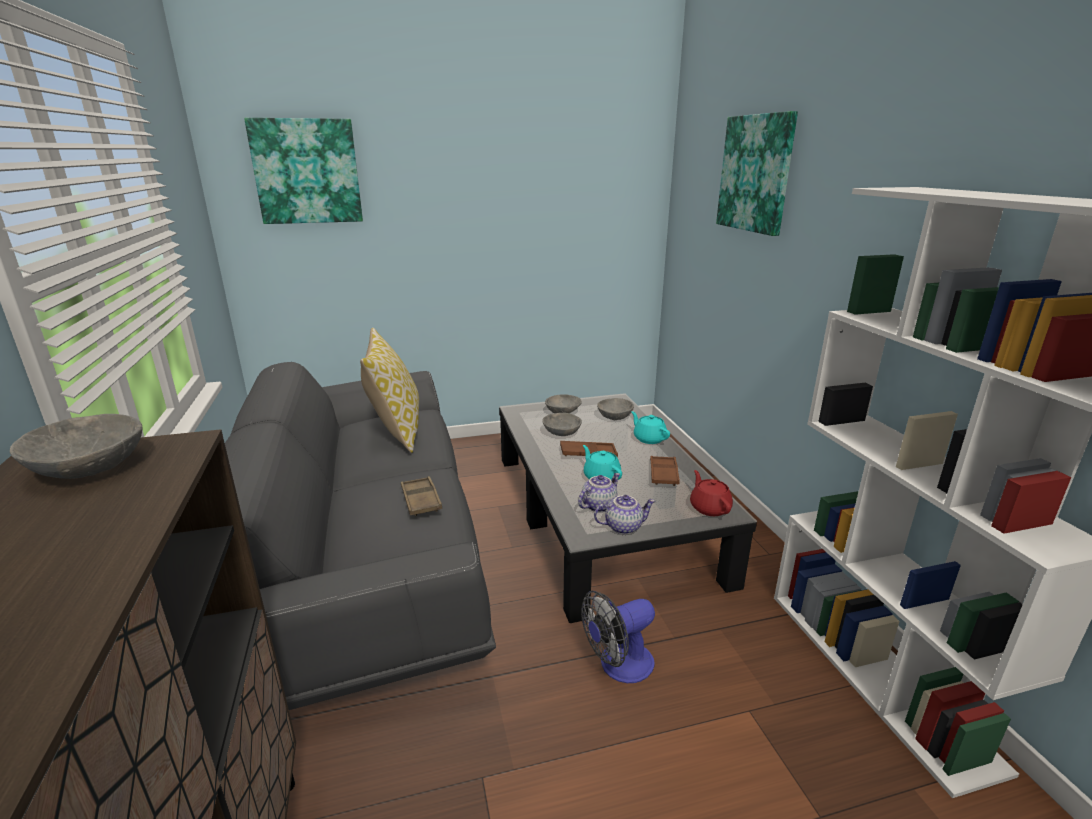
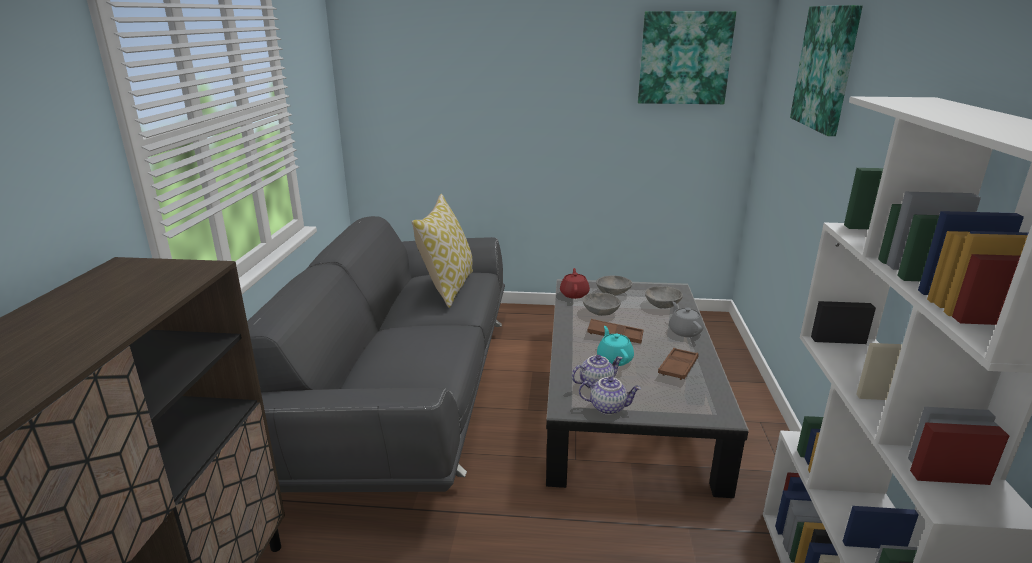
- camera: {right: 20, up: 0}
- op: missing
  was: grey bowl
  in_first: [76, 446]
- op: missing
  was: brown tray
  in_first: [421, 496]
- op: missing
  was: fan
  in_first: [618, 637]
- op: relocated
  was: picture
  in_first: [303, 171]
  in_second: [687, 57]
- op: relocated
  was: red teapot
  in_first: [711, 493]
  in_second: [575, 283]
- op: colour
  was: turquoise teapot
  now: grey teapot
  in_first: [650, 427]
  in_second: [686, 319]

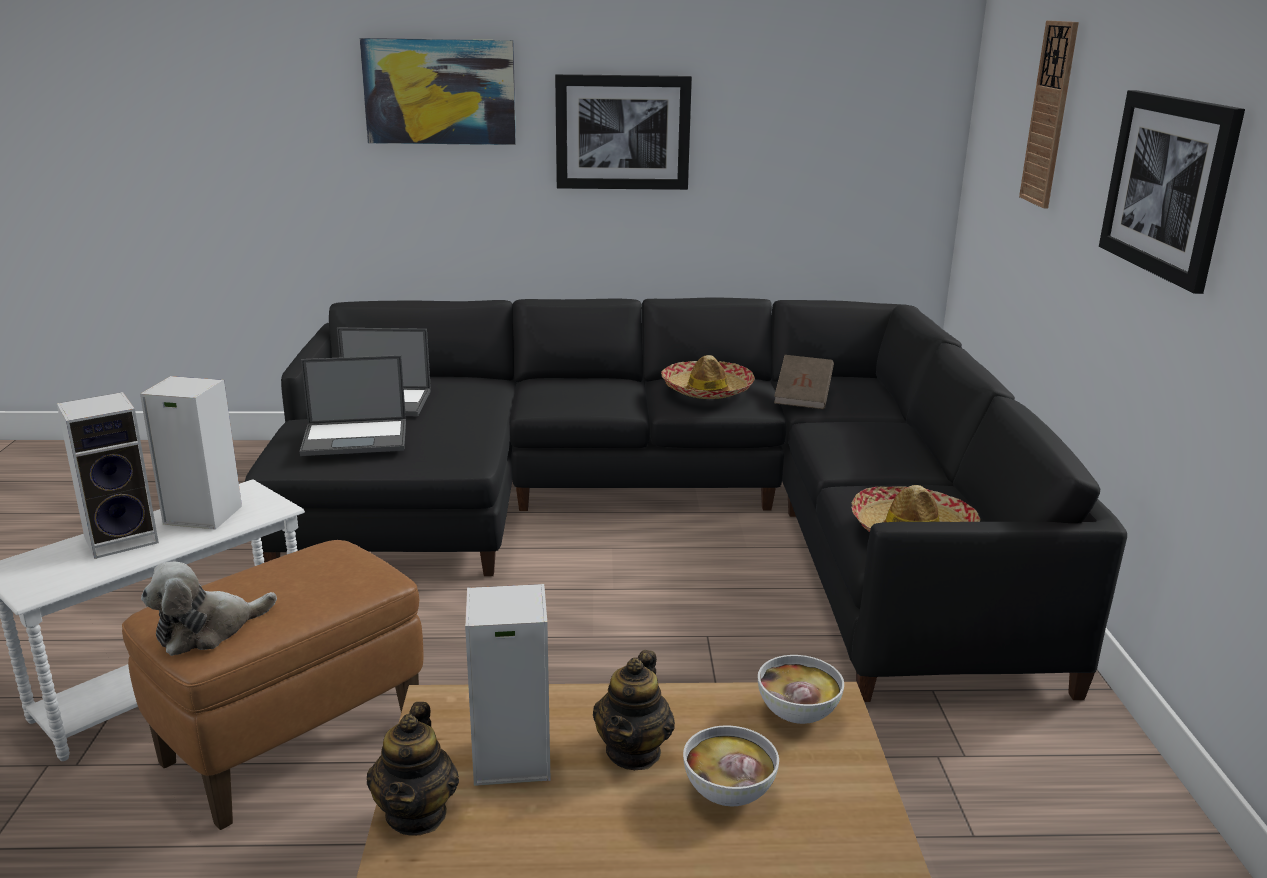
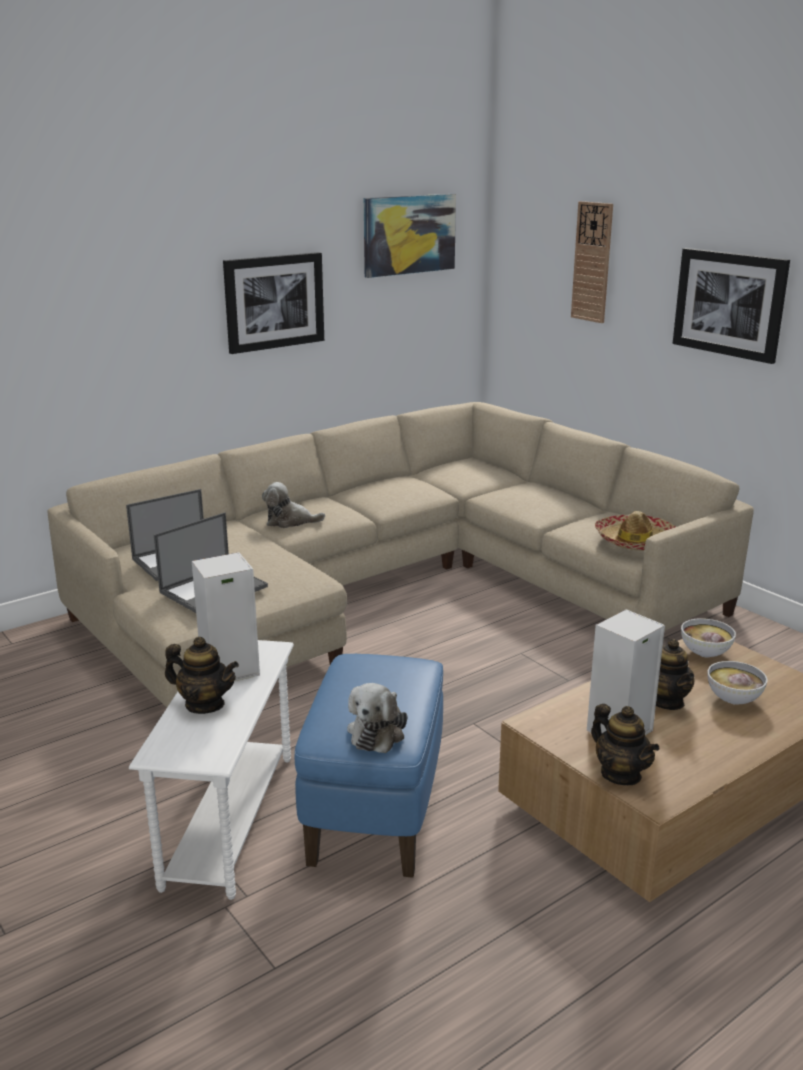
- camera: {right: -35, up: 0}
- op: missing
  was: hat
  in_first: [707, 377]
- op: missing
  was: brown book
  in_first: [804, 382]
- op: appeared
  now: plush toy
  in_second: [293, 505]
- op: relocated
  was: picture
  in_first: [438, 91]
  in_second: [410, 236]
- op: exchanged
  was: speaker
  now: teapot
  in_first: [108, 475]
  in_second: [202, 675]
- op: colour
  was: brown ottoman
  now: blue ottoman
  in_first: [272, 685]
  in_second: [368, 766]
- op: colour
  was: black sofa
  now: beige sofa
  in_first: [686, 500]
  in_second: [401, 554]

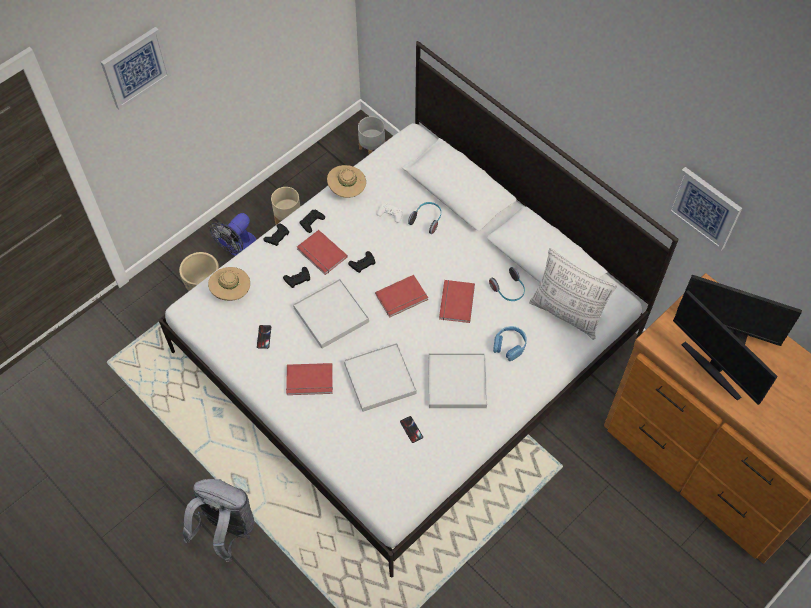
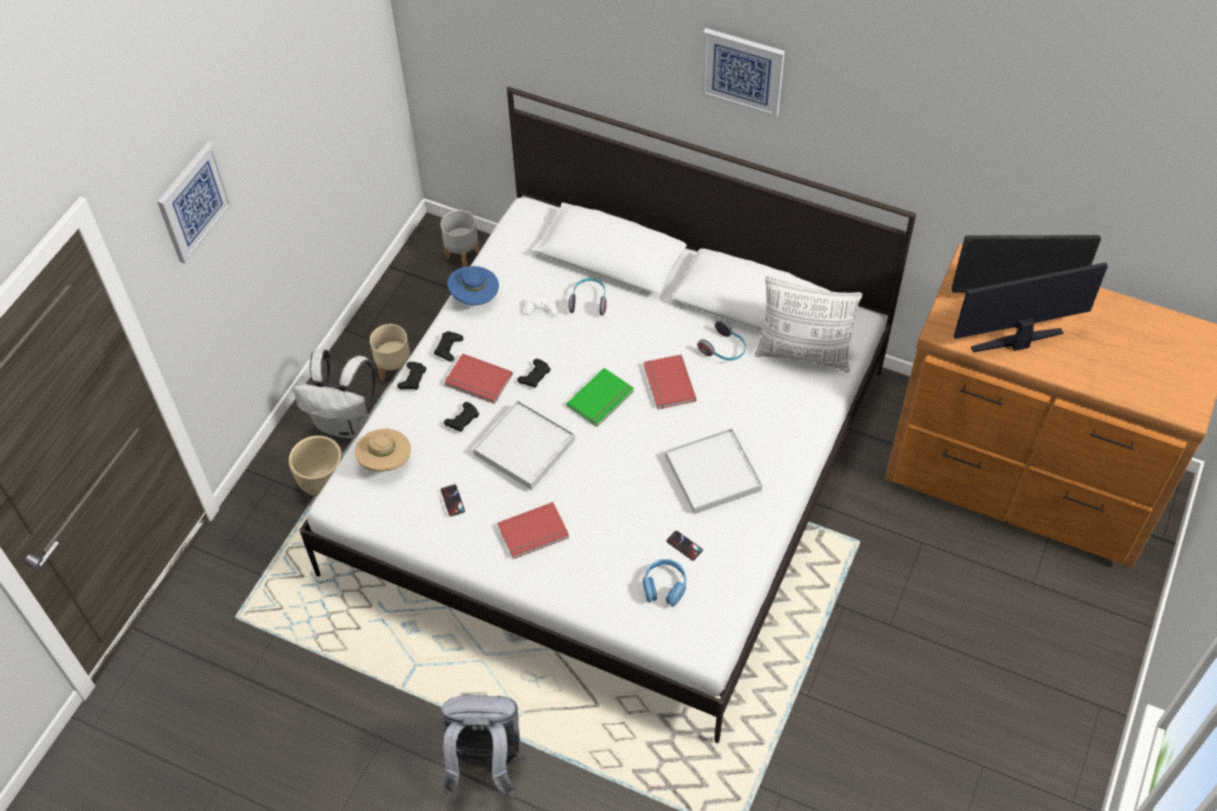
- camera: {right: -20, up: -5}
- op: missing
  was: white tray
  in_first: [380, 377]
- op: relocated
  was: blue headphones
  in_first: [510, 343]
  in_second: [664, 583]
- op: relocated
  was: picture
  in_first: [704, 209]
  in_second: [742, 73]
- op: exchanged
  was: fan
  now: white backpack
  in_first: [233, 234]
  in_second: [334, 394]
- op: colour
  was: beige hat
  now: blue hat
  in_first: [346, 181]
  in_second: [473, 285]
- op: colour
  was: red book
  now: green book
  in_first: [401, 296]
  in_second: [600, 397]
- op: spun
  was: monitor
  in_first: [725, 347]
  in_second: [1031, 307]
  clockwise: 135

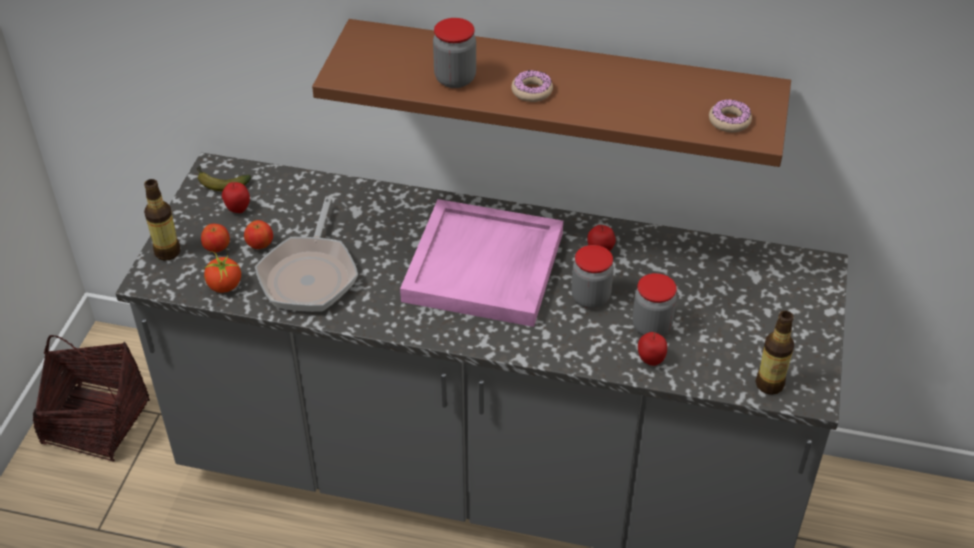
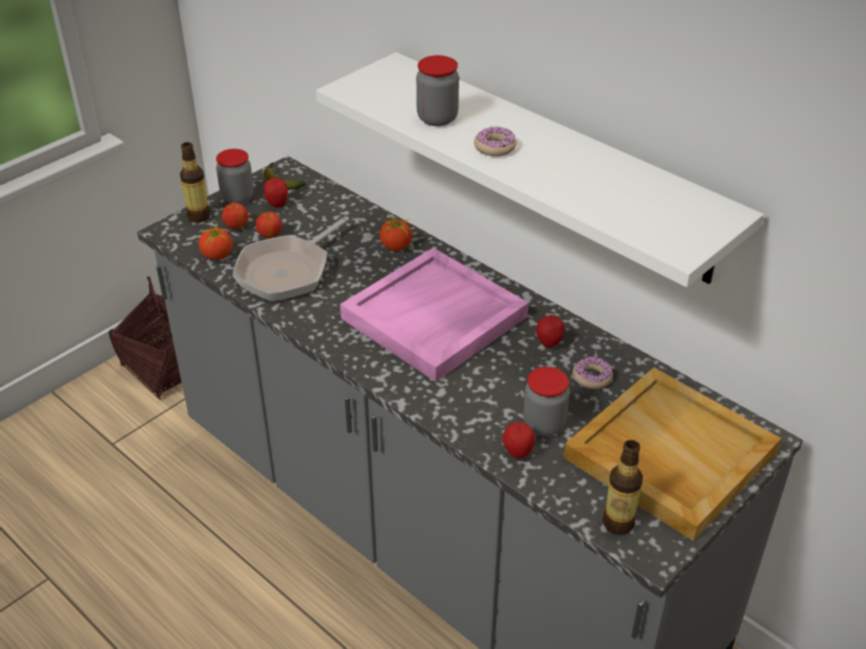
- camera: {right: 30, up: -5}
- op: appeared
  now: tomato
  in_second: [395, 231]
- op: appeared
  now: beige tray
  in_second: [673, 454]
- op: relocated
  was: jar
  in_first: [592, 277]
  in_second: [235, 176]
- op: relocated
  was: donut
  in_first: [730, 116]
  in_second: [593, 372]
- op: colour
  was: brown shelf
  now: white shelf
  in_first: [551, 93]
  in_second: [540, 169]

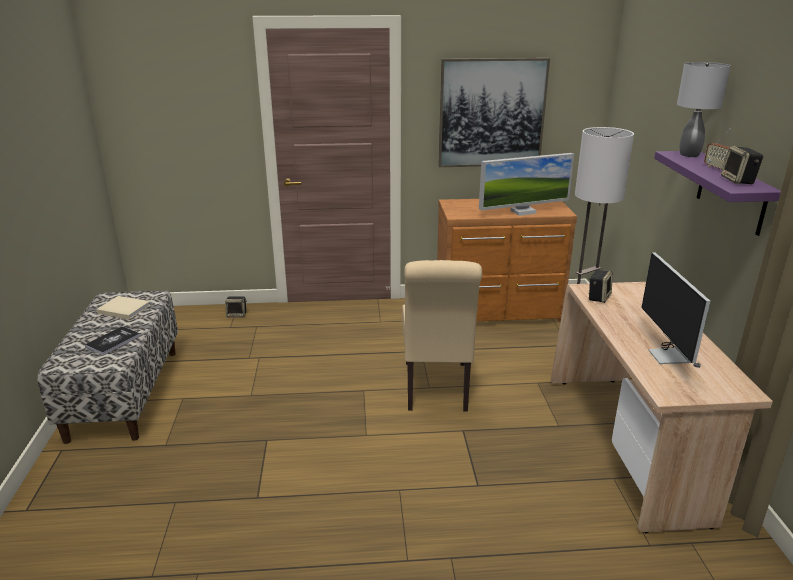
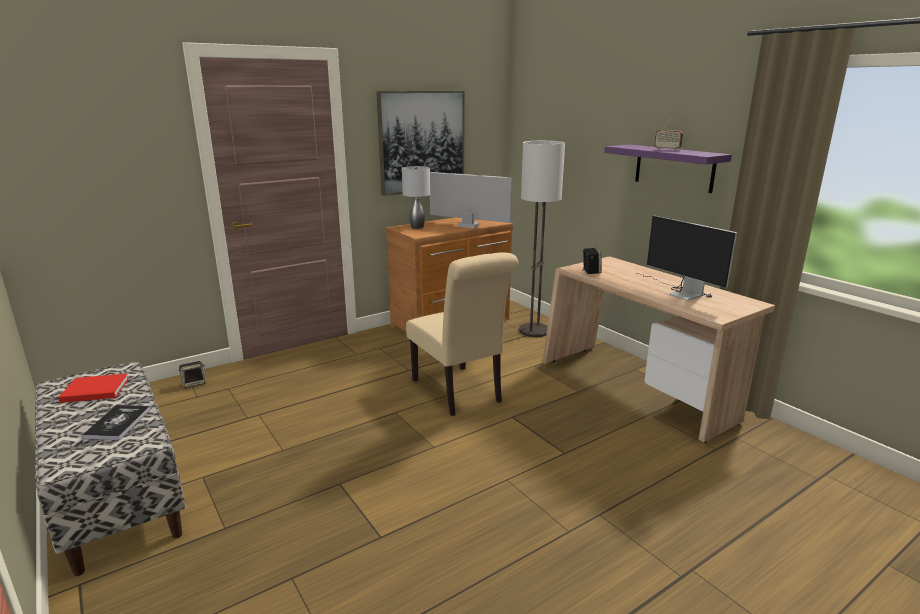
- camera: {right: -30, up: -5}
- op: missing
  was: speaker
  in_first: [742, 165]
- op: relocated
  was: grey table lamp
  in_first: [704, 109]
  in_second: [416, 197]
- op: colour
  was: beige book
  now: red book
  in_first: [123, 308]
  in_second: [93, 388]
- op: spun
  was: monitor
  in_first: [526, 184]
  in_second: [471, 200]
  clockwise: -105

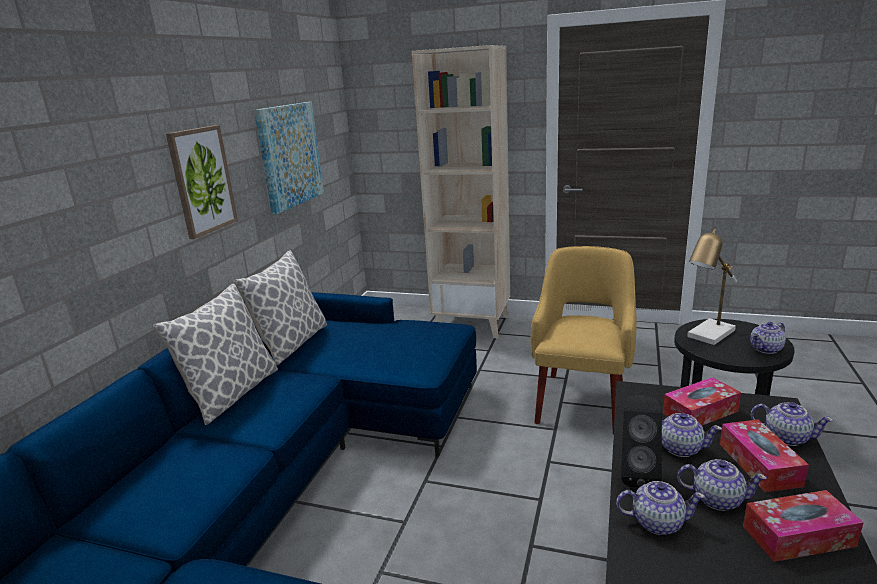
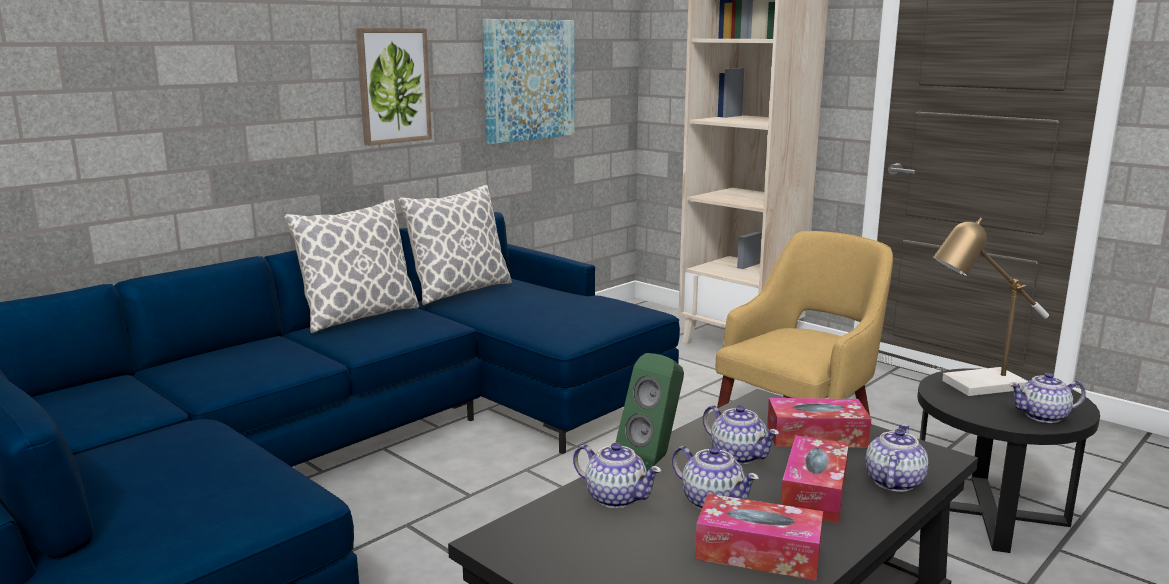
- camera: {right: 25, up: -5}
- op: colour
  was: black speaker
  now: green speaker
  in_first: [641, 441]
  in_second: [649, 412]
- op: spun
  was: teapot
  in_first: [792, 424]
  in_second: [896, 458]
  clockwise: -120

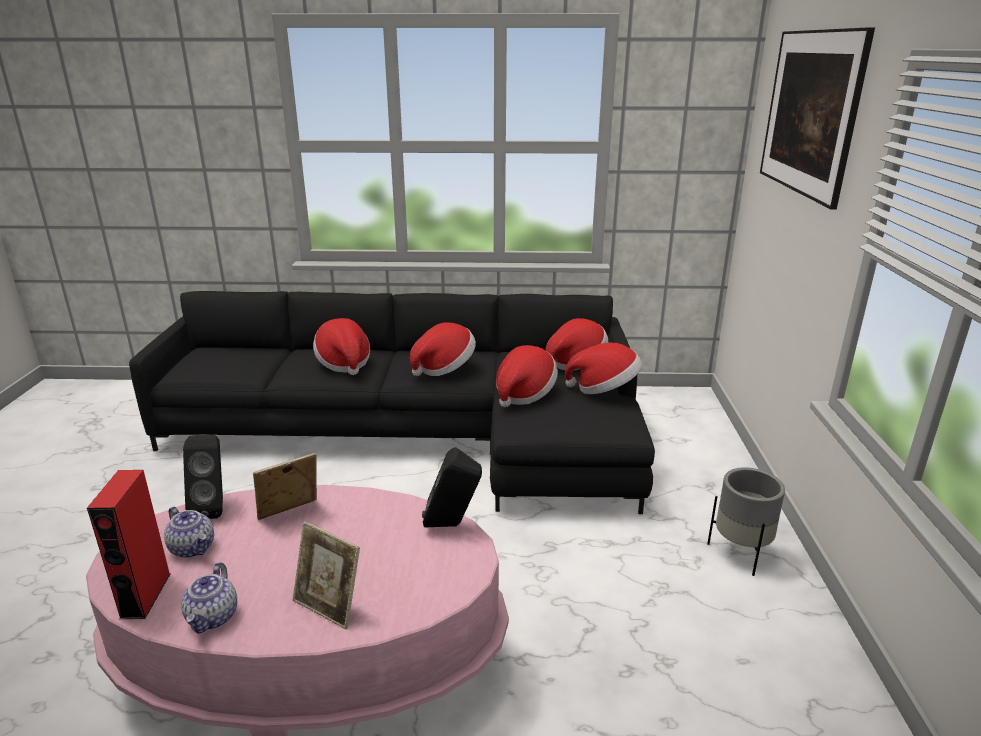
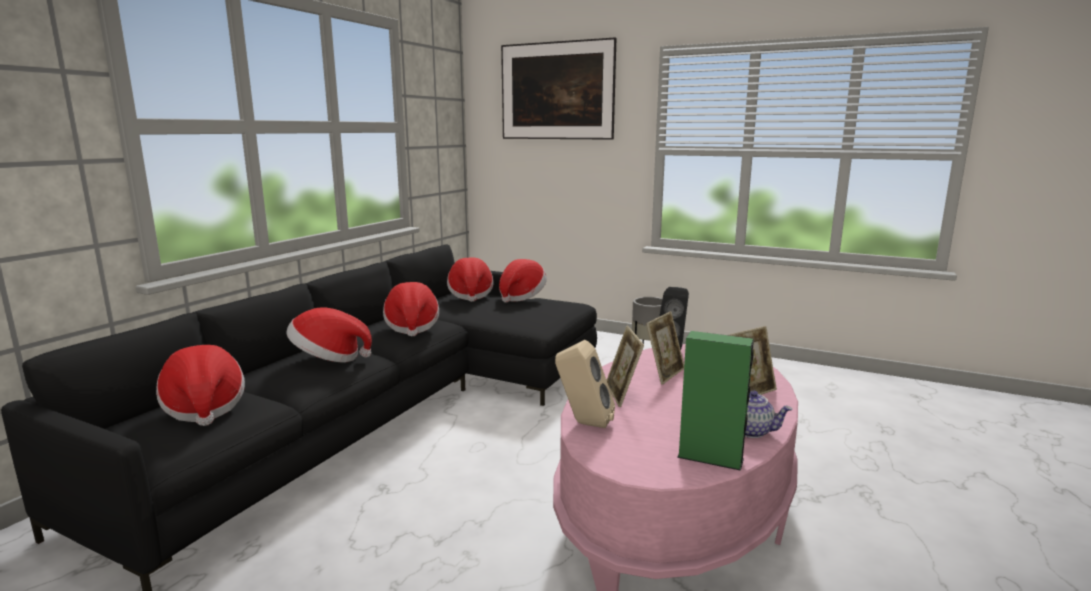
- camera: {right: -65, up: -10}
- op: missing
  was: teapot
  in_first: [189, 532]
- op: appeared
  now: picture frame
  in_second: [665, 348]
- op: relocated
  was: hat
  in_first: [527, 376]
  in_second: [200, 385]
- op: colour
  was: red speaker
  now: green speaker
  in_first: [128, 544]
  in_second: [715, 401]
- op: colour
  was: black speaker
  now: beige speaker
  in_first: [203, 476]
  in_second: [585, 384]

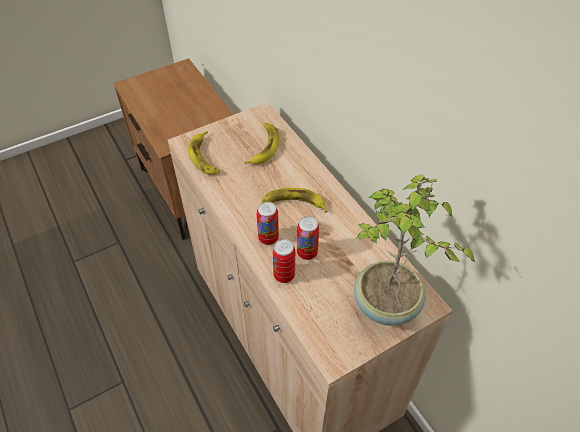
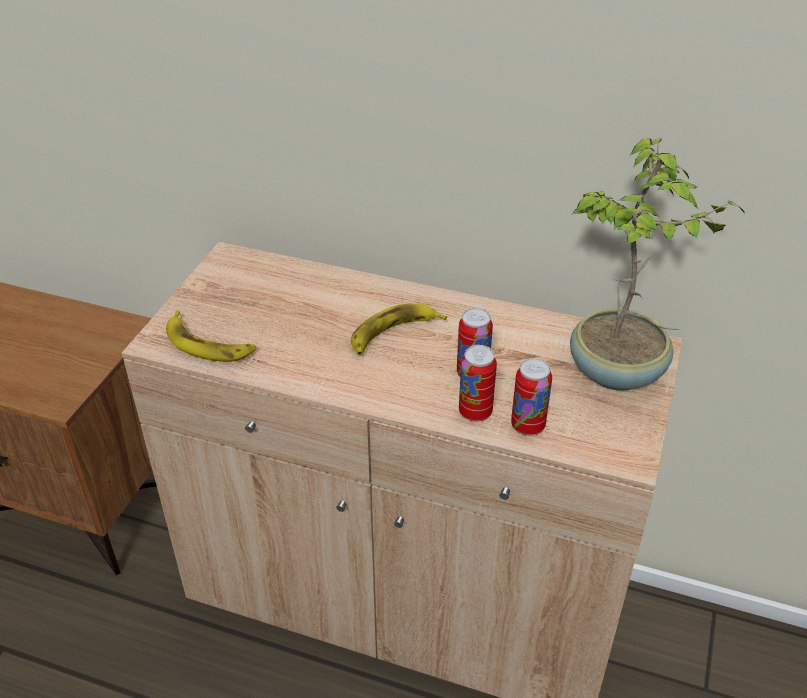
- camera: {right: -40, up: -10}
- op: missing
  was: banana
  in_first: [261, 143]
- op: relocated
  was: can
  in_first: [267, 223]
  in_second: [531, 397]

